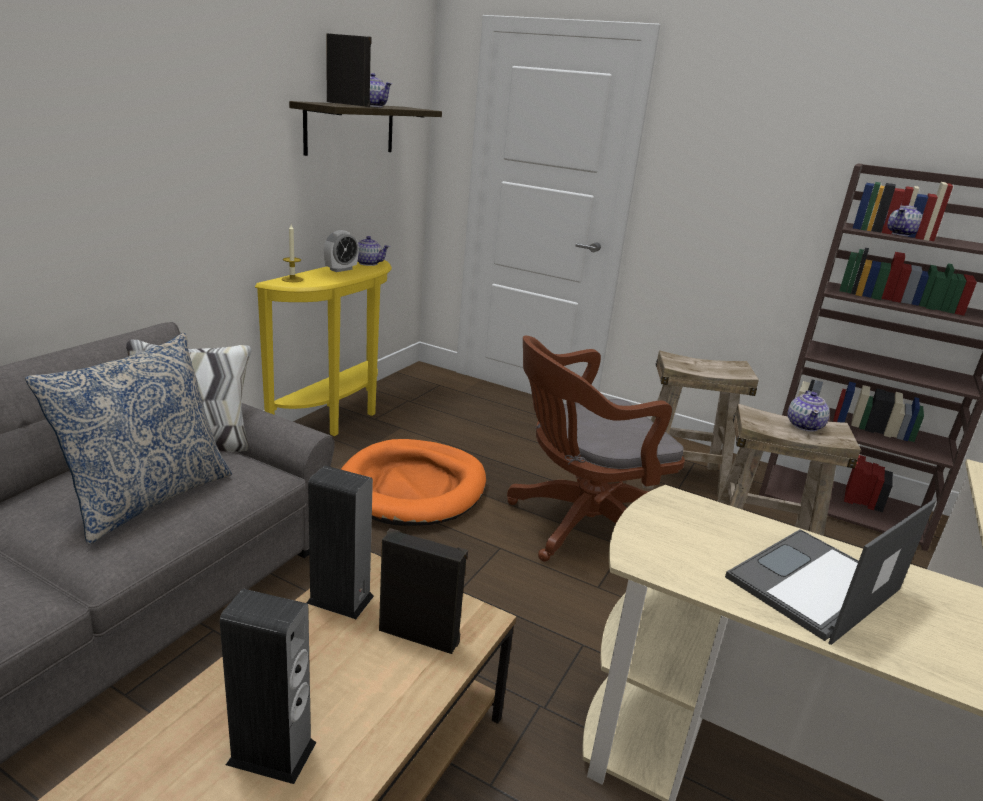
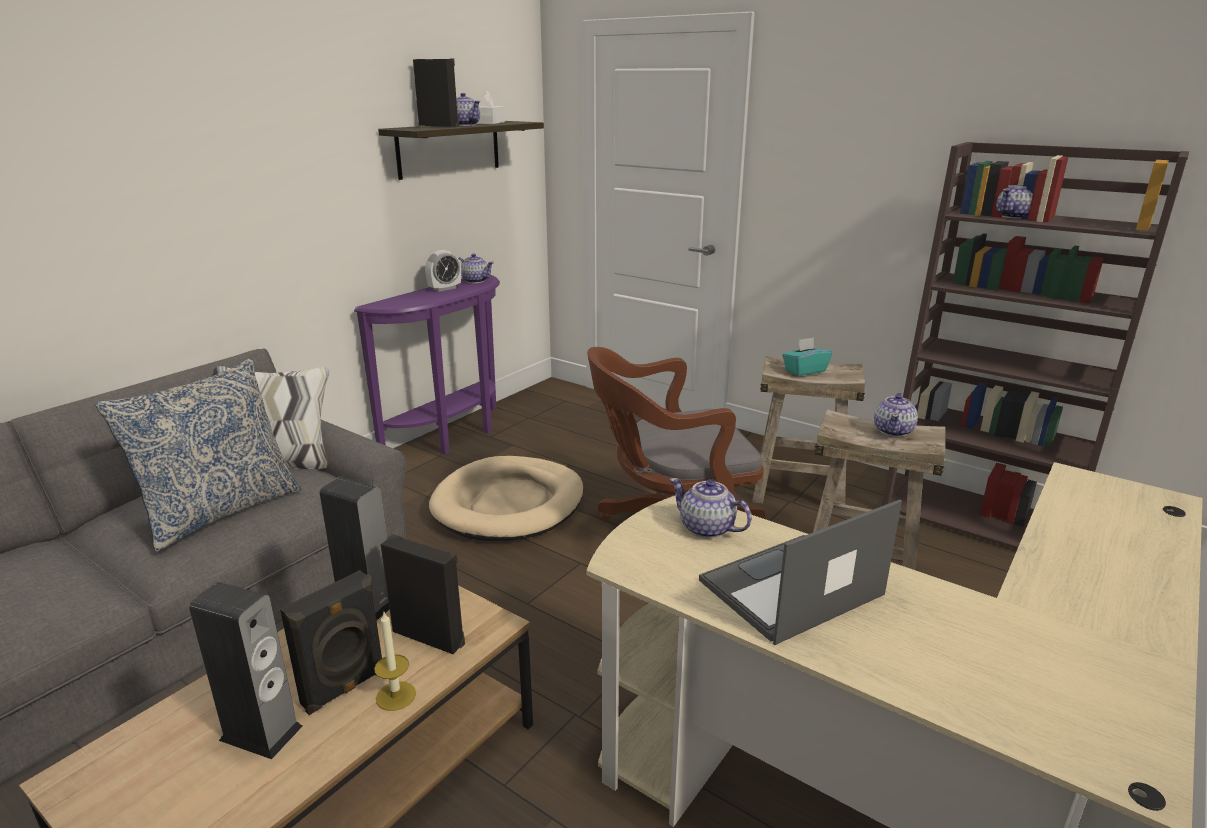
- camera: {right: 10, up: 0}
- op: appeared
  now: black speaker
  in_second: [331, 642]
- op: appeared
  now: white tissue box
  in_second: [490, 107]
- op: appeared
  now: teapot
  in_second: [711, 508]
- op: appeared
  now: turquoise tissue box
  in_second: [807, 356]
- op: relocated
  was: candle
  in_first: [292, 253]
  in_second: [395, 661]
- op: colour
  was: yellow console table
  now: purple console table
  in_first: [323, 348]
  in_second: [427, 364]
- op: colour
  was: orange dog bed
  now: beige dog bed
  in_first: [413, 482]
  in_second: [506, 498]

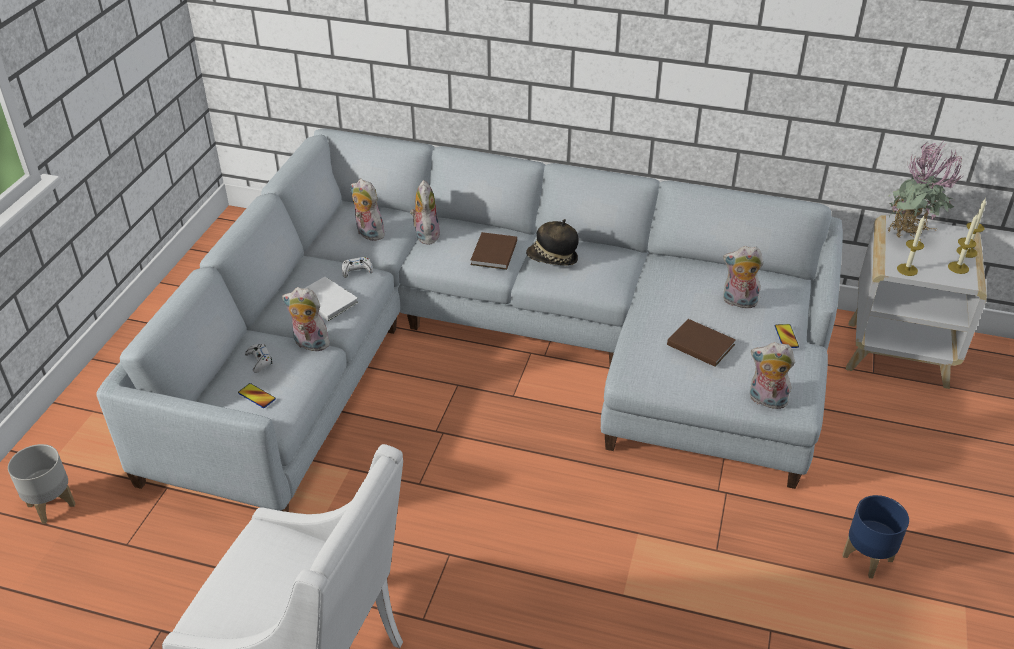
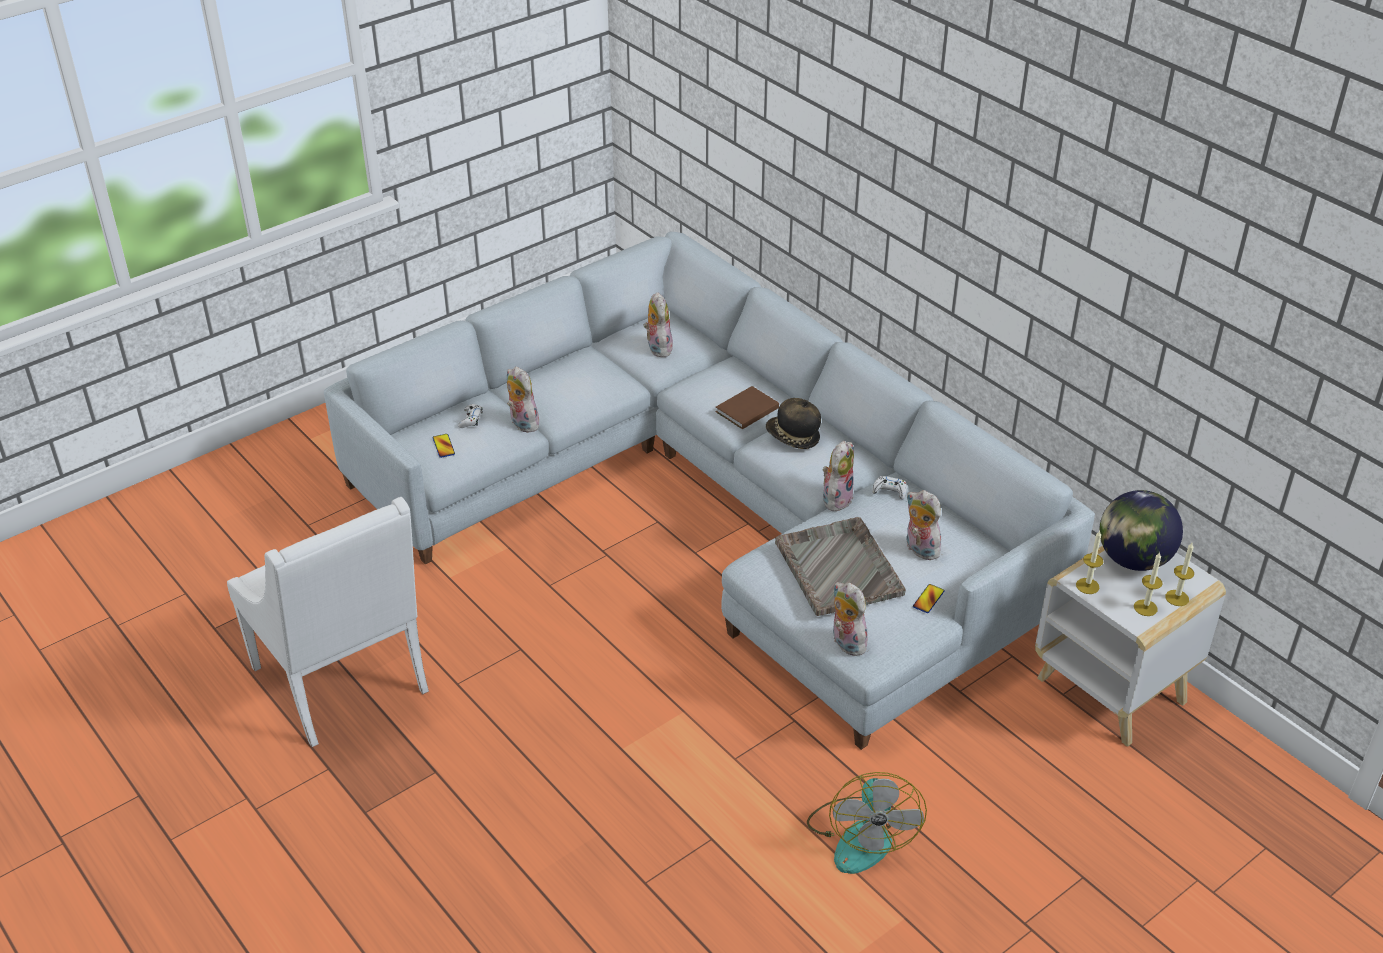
- camera: {right: 35, up: 0}
- op: missing
  was: grey planter
  in_first: [42, 484]
- op: missing
  was: white book
  in_first: [331, 299]
- op: relocated
  was: white game controller
  in_first: [357, 267]
  in_second: [889, 488]
- op: relocated
  was: plush toy
  in_first: [425, 212]
  in_second: [838, 476]
- op: exchanged
  was: brown book
  now: grey tray
  in_first: [701, 343]
  in_second: [840, 566]
- op: exchanged
  was: blue planter
  now: fan
  in_first: [875, 536]
  in_second: [867, 823]
- op: exchanged
  was: potted plant
  now: globe
  in_first: [925, 191]
  in_second: [1141, 530]

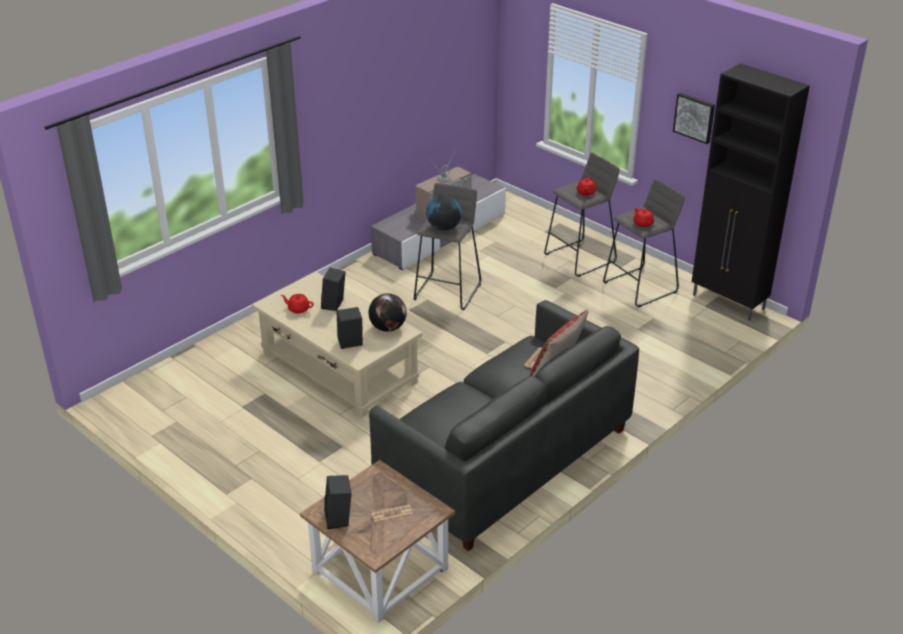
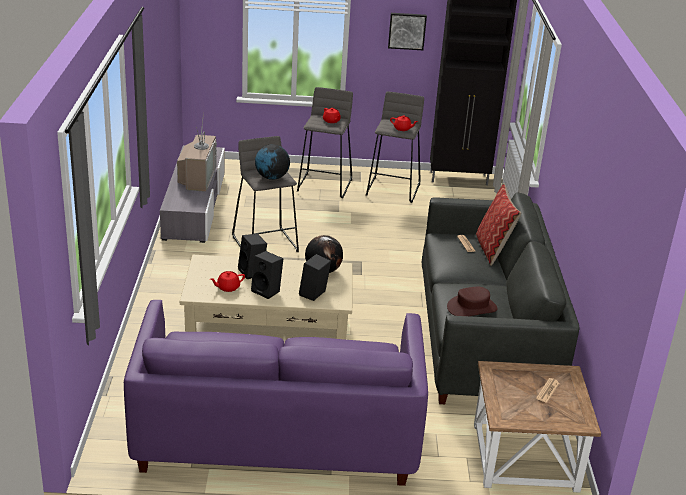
- camera: {right: -45, up: -5}
- op: appeared
  now: purple sofa
  in_second: [276, 393]
- op: appeared
  now: brown hat
  in_second: [472, 301]
- op: relocated
  was: black speaker
  in_first: [338, 502]
  in_second: [267, 275]

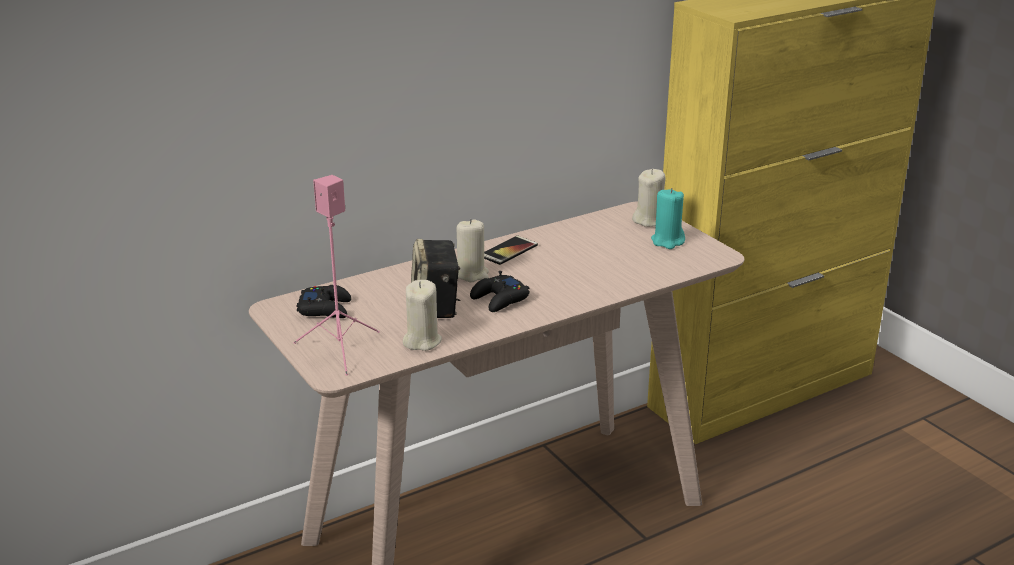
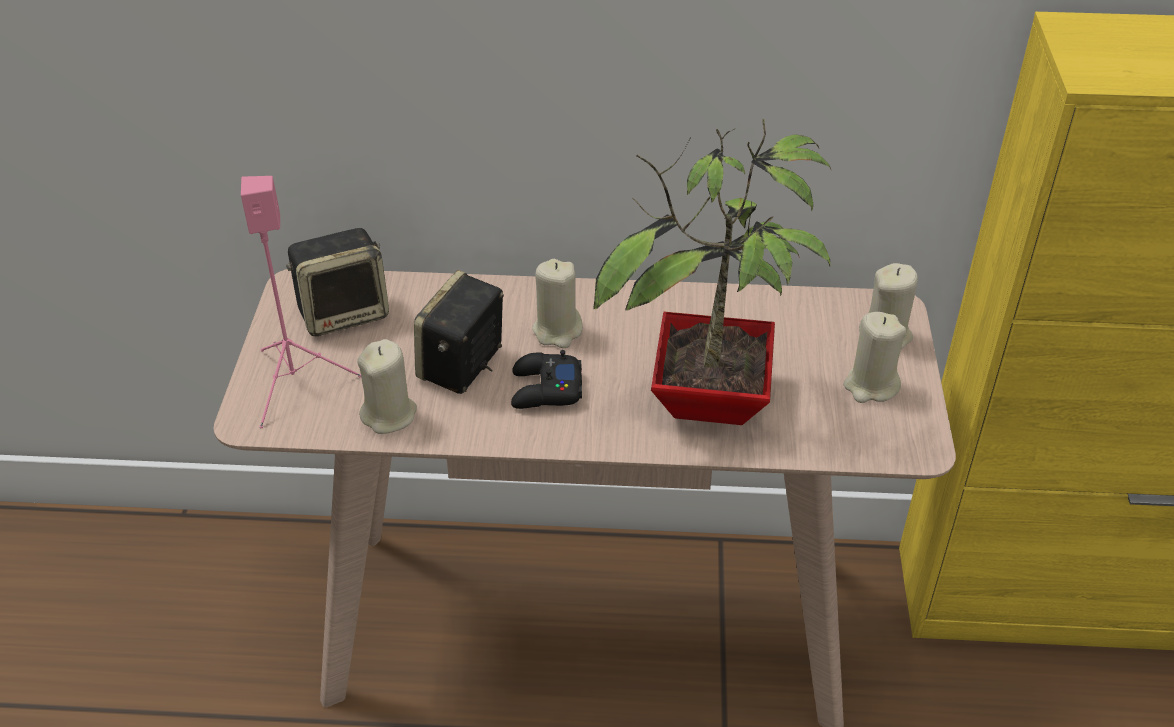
- camera: {right: 35, up: 15}
- op: missing
  was: phone
  in_first: [511, 250]
- op: appeared
  now: potted plant
  in_second: [712, 271]
- op: exchanged
  was: black game controller
  now: speaker
  in_first: [324, 301]
  in_second: [337, 282]
- op: colour
  was: turquoise candle
  now: beige candle
  in_first: [668, 218]
  in_second: [874, 357]

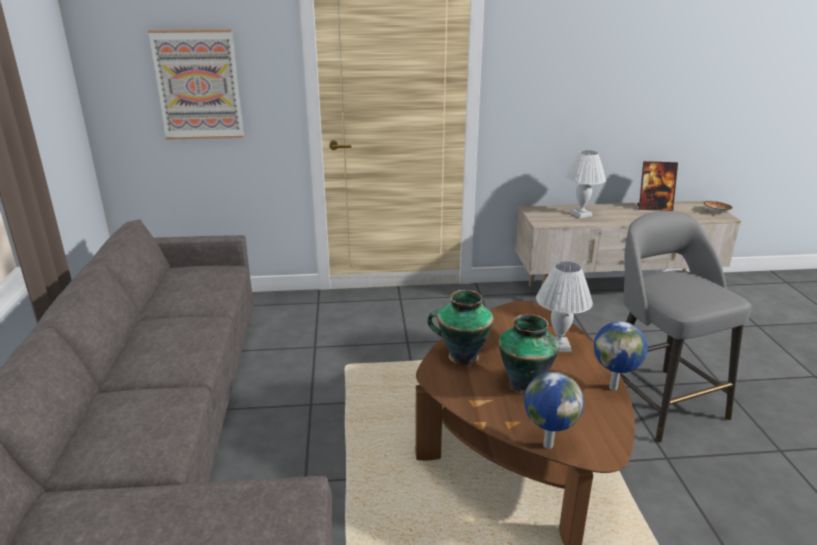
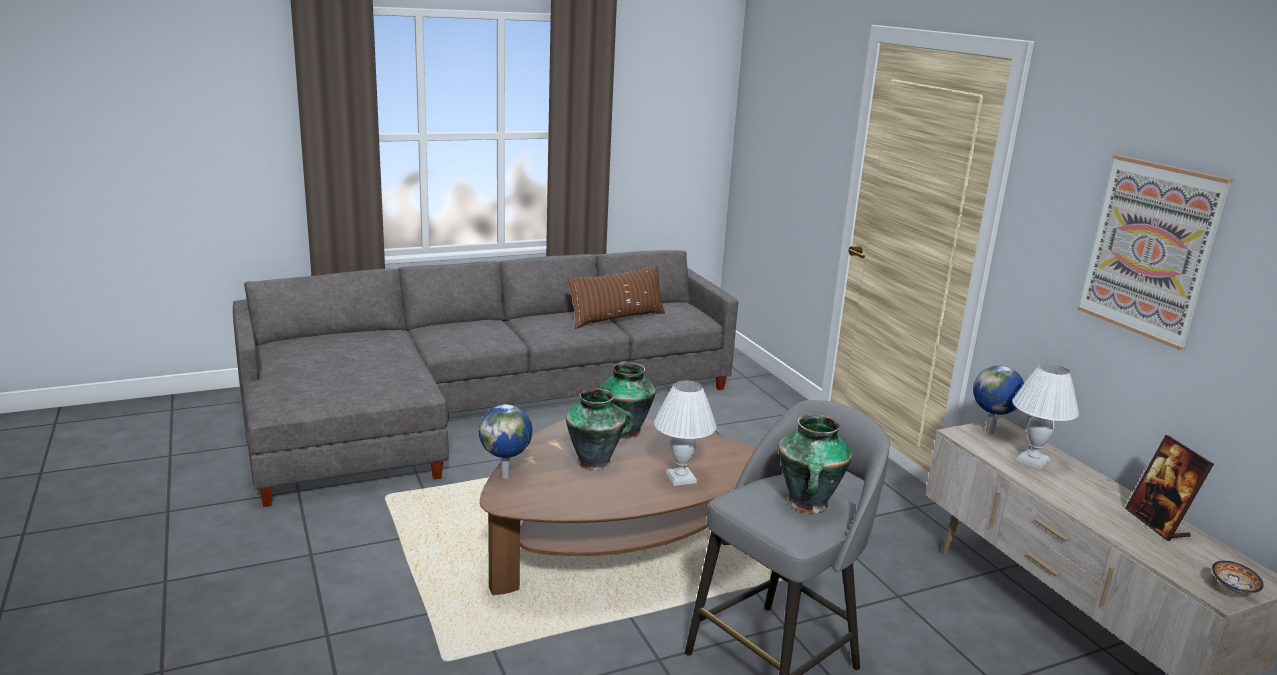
- camera: {right: 70, up: -5}
- op: appeared
  now: brown pillow
  in_second: [616, 297]
- op: appeared
  now: vase
  in_second: [815, 463]
- op: relocated
  was: picture
  in_first: [196, 84]
  in_second: [1155, 252]
- op: relocated
  was: globe
  in_first: [621, 356]
  in_second: [998, 400]

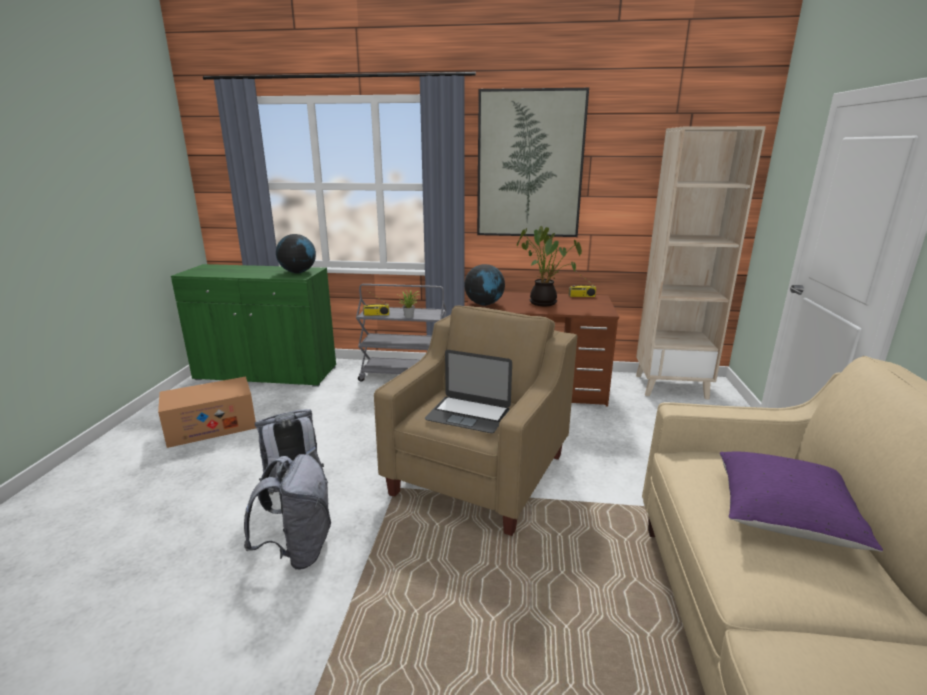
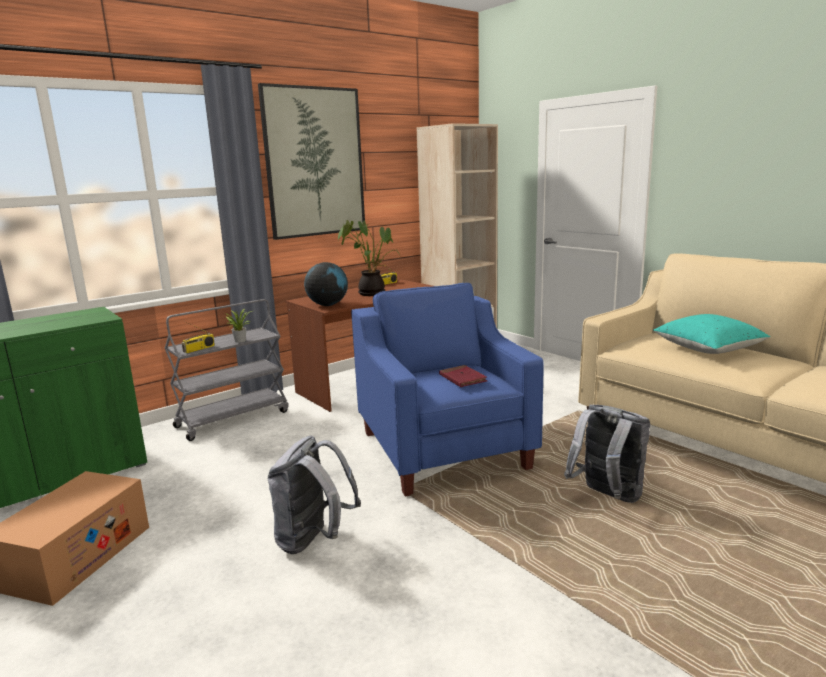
- camera: {right: -45, up: -5}
- op: missing
  was: globe
  in_first: [296, 254]
- op: relocated
  was: grey backpack
  in_first: [287, 512]
  in_second: [607, 454]
- op: exchanged
  was: laptop
  now: red book
  in_first: [468, 391]
  in_second: [463, 376]
- op: colour
  was: beige armchair
  now: blue armchair
  in_first: [475, 420]
  in_second: [447, 390]
- op: colour
  was: purple pillow
  now: turquoise pillow
  in_first: [801, 502]
  in_second: [712, 334]

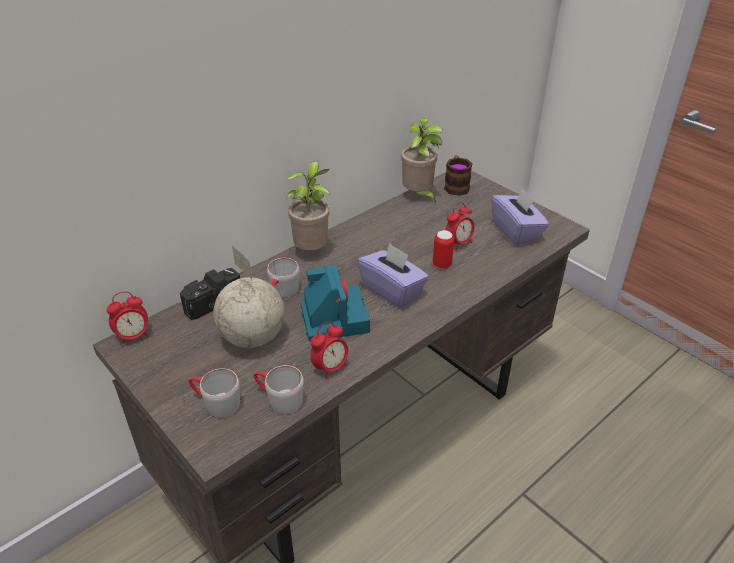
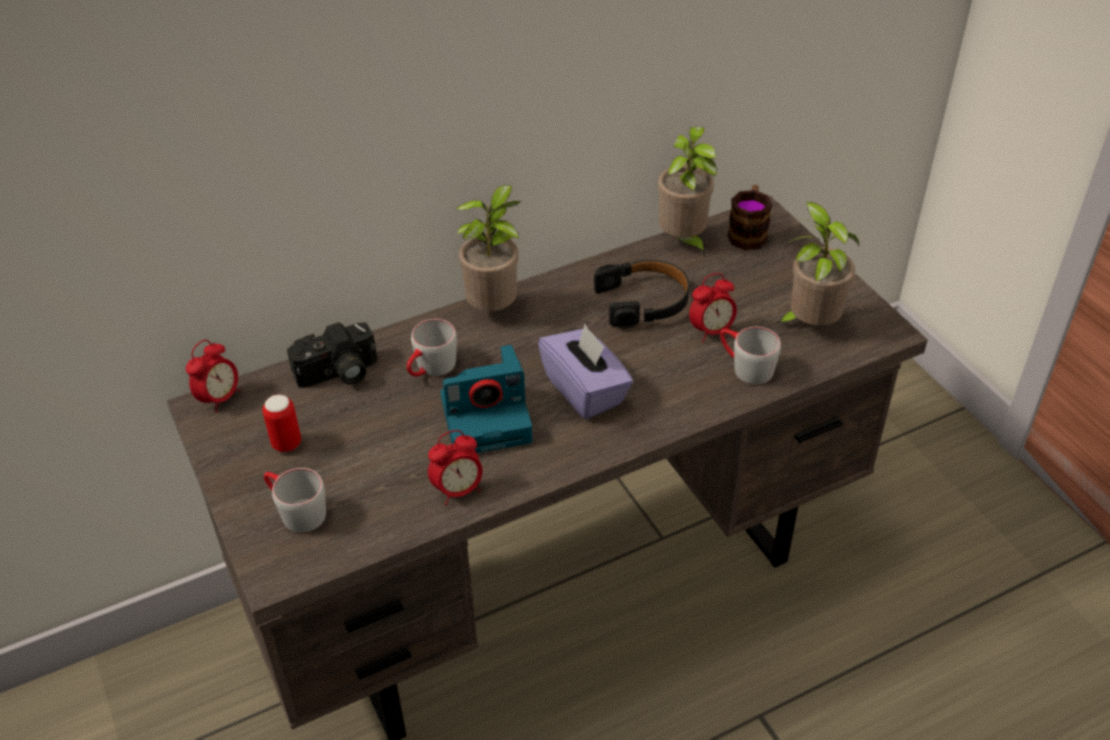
- camera: {right: 15, up: 5}
- op: missing
  was: globe
  in_first: [249, 297]
- op: appeared
  now: black headphones
  in_second: [641, 294]
- op: relocated
  was: grey mug
  in_first: [279, 389]
  in_second: [750, 356]
- op: relocated
  was: can
  in_first: [443, 249]
  in_second: [281, 423]
- op: exchanged
  was: purple tissue box
  now: potted plant
  in_first: [520, 217]
  in_second: [817, 264]
- op: spun
  was: alarm clock
  in_first: [128, 319]
  in_second: [213, 376]
  clockwise: -45
- op: spun
  was: photo camera
  in_first: [335, 303]
  in_second: [486, 399]
  clockwise: 75

